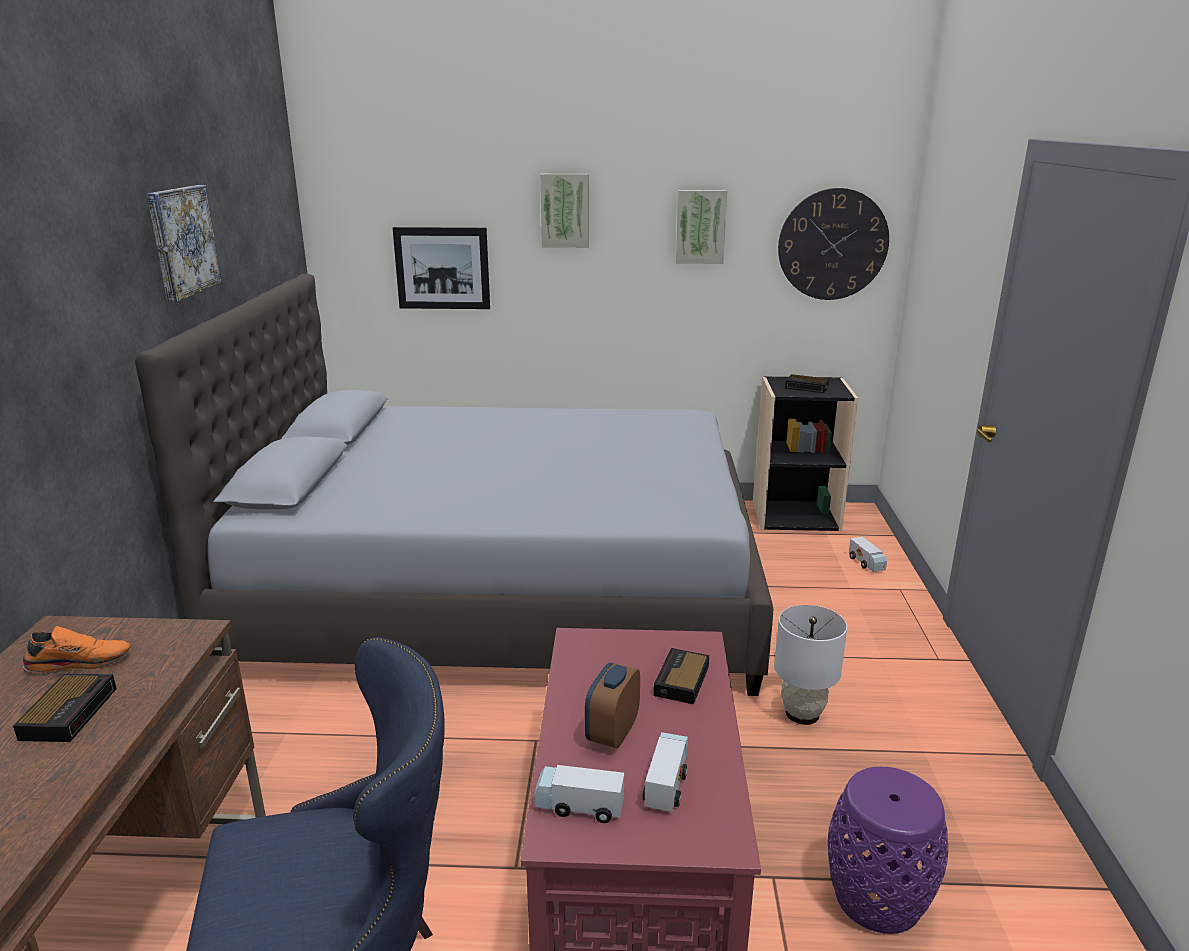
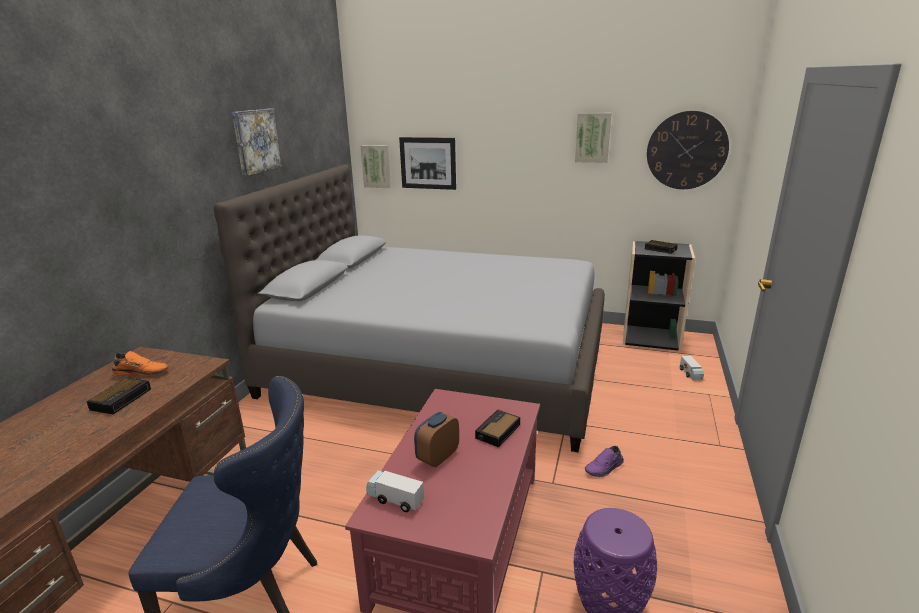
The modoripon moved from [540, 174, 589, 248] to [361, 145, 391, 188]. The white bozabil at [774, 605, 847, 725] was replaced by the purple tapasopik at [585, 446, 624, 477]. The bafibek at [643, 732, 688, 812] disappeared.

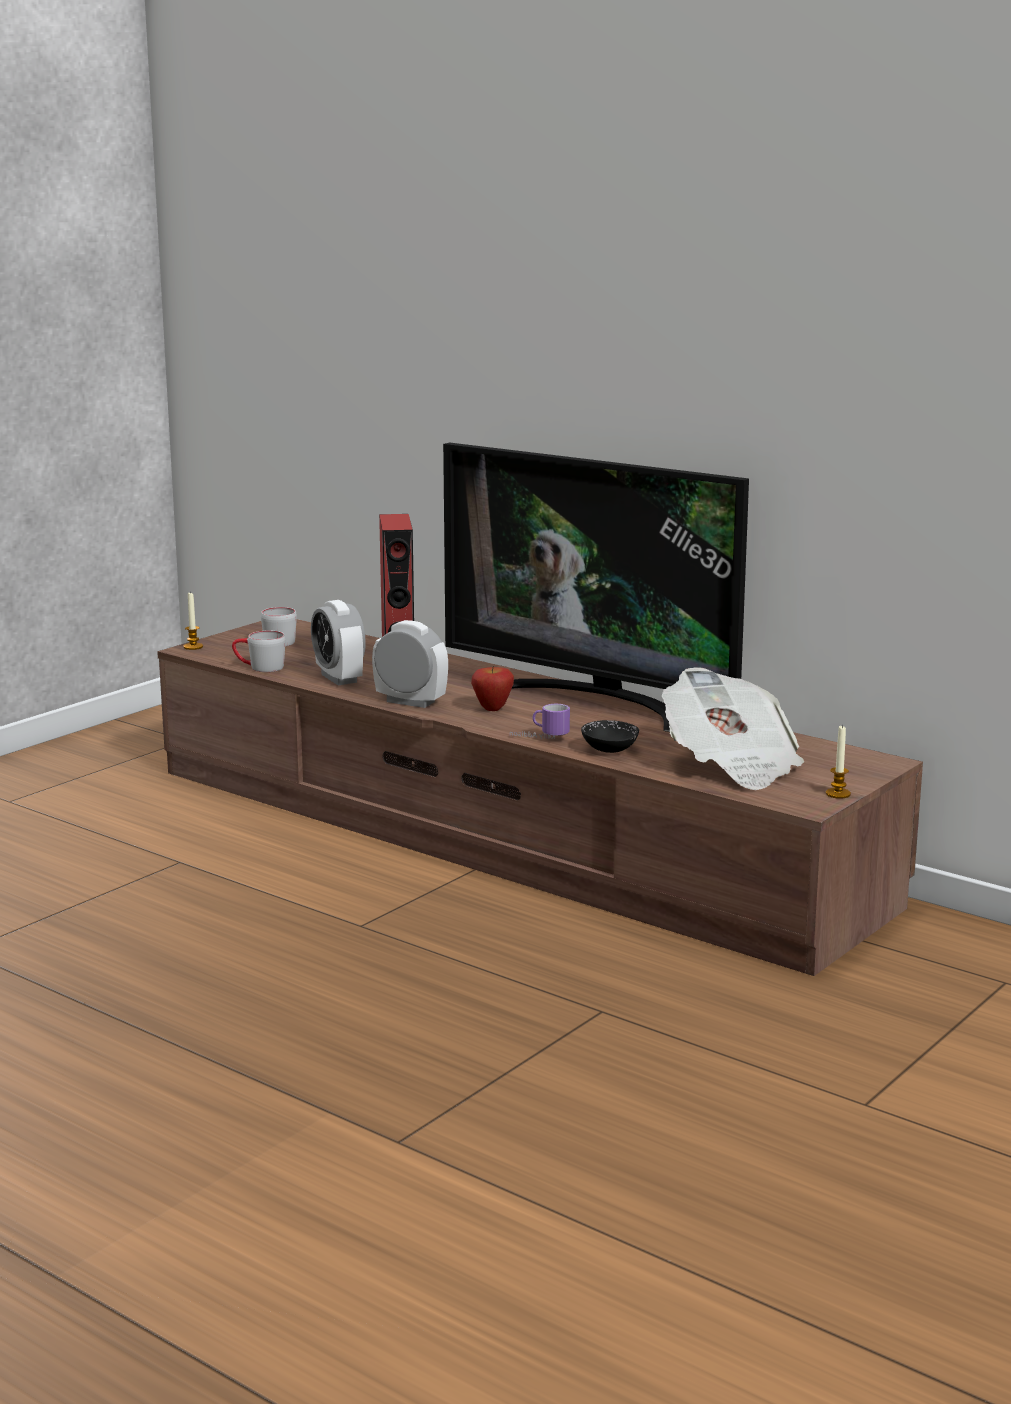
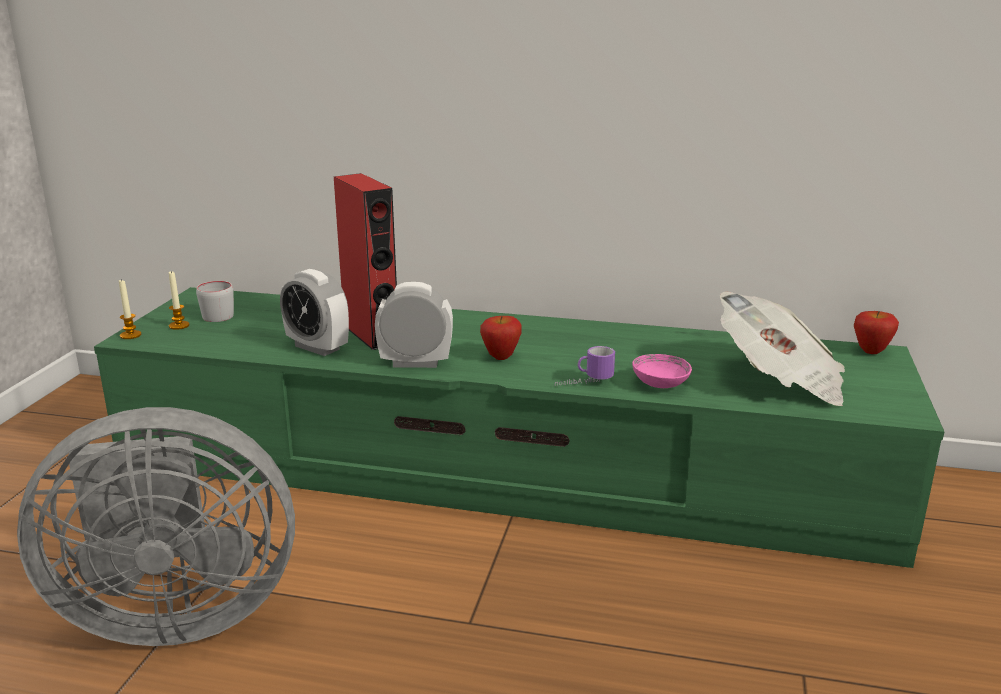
The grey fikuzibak at [17, 407, 295, 646] appeared. The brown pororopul at [157, 619, 923, 976] became the green pororopul at [94, 287, 944, 568]. The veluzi moved from [826, 725, 851, 799] to [169, 270, 189, 330]. The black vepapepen at [581, 720, 639, 753] became the pink vepapepen at [632, 354, 692, 388]. The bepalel at [854, 311, 899, 354] appeared. The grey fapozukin at [232, 630, 286, 672] disappeared. The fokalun at [443, 442, 749, 732] disappeared.

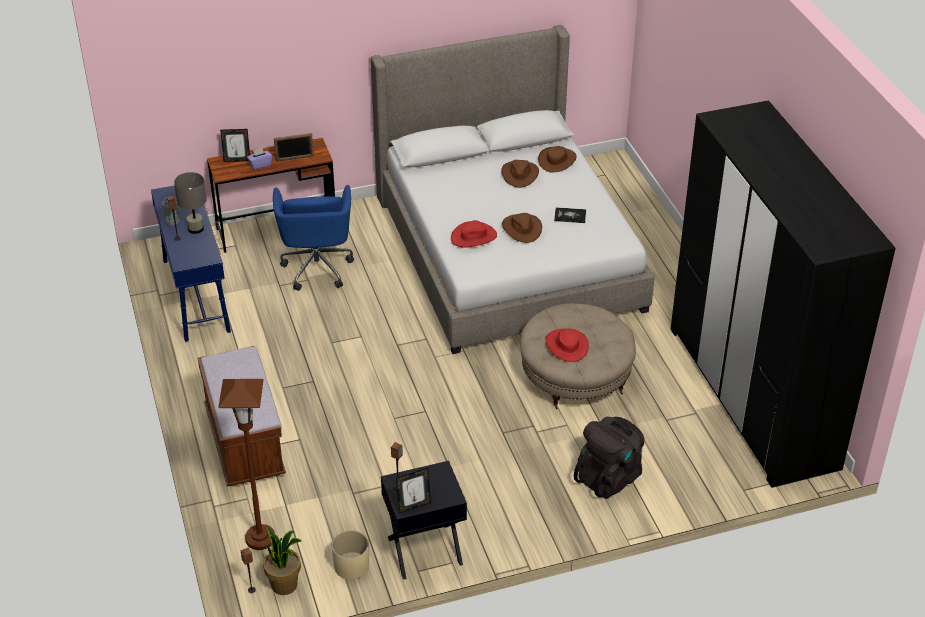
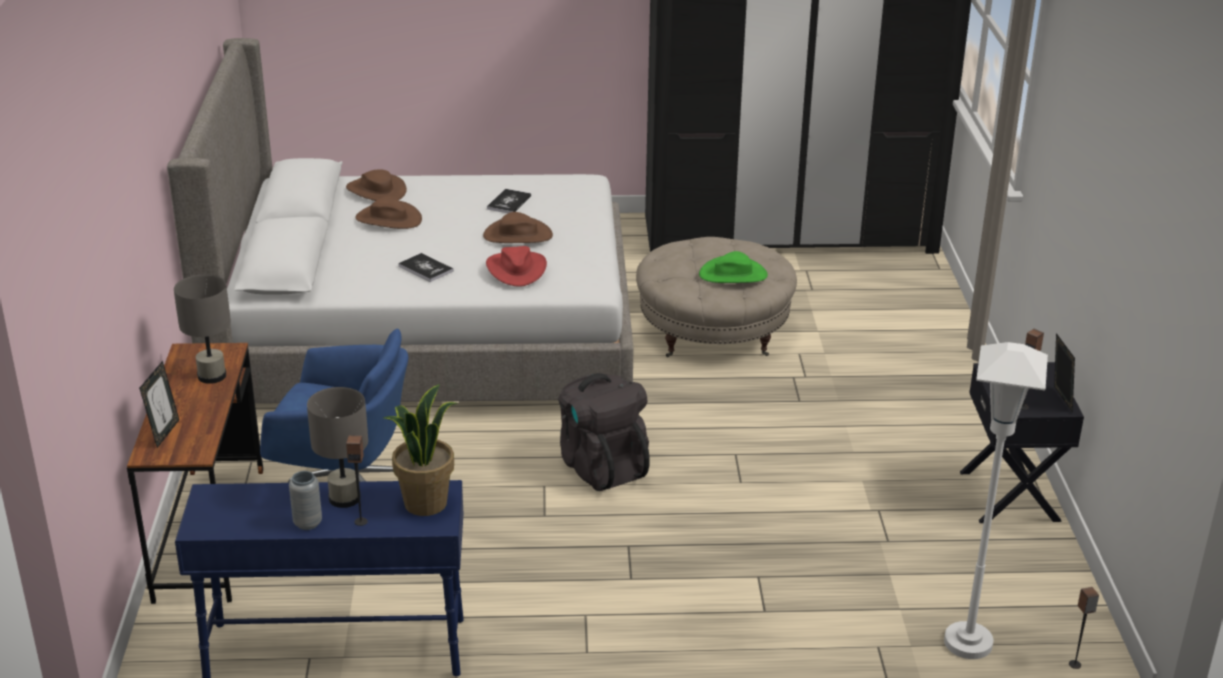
The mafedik at [274, 133, 314, 162] was replaced by the grey bozabil at [174, 274, 231, 384]. The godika moved from [263, 527, 302, 595] to [383, 384, 458, 516]. The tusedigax at [398, 253, 453, 282] appeared. The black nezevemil moved from [574, 417, 645, 499] to [559, 373, 650, 491]. The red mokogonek at [545, 328, 589, 362] became the green mokogonek at [699, 251, 768, 283]. The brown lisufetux at [218, 379, 275, 550] became the white lisufetux at [944, 342, 1048, 659]. The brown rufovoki at [198, 346, 286, 486] disappeared. The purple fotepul at [247, 148, 272, 170] disappeared. The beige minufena at [332, 530, 369, 580] disappeared.

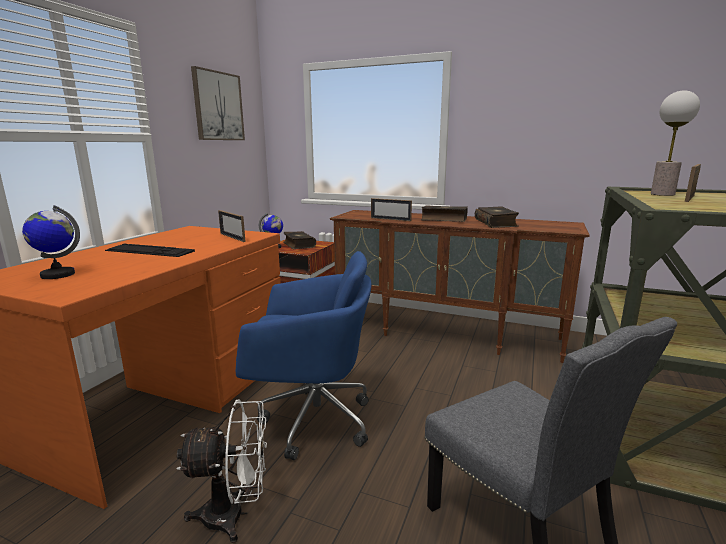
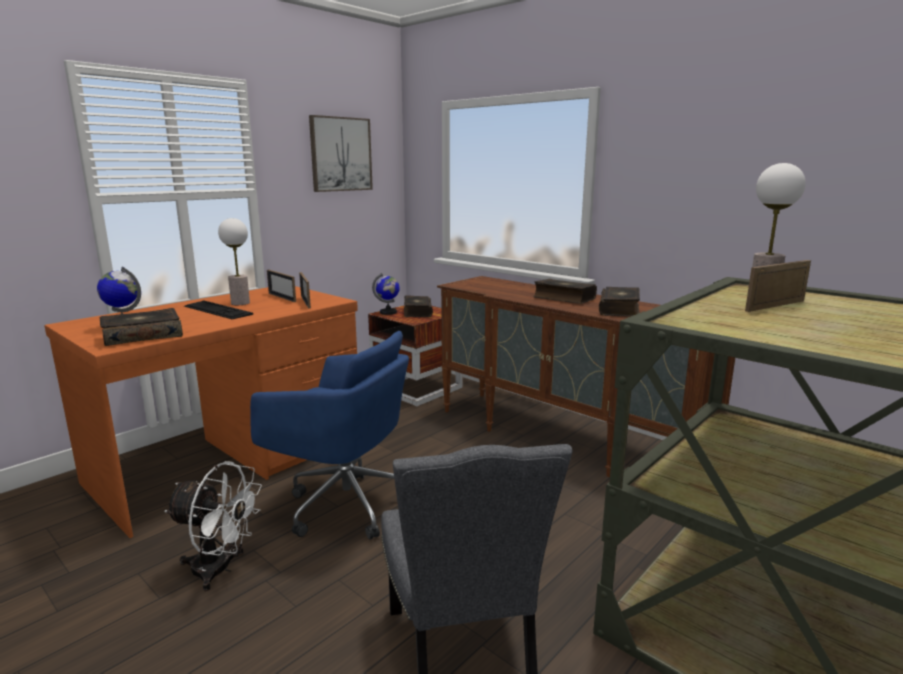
The tusedigax at [99, 308, 183, 346] appeared. The bozabil at [218, 218, 250, 305] appeared. The mafedik moved from [371, 198, 412, 221] to [267, 270, 296, 302].

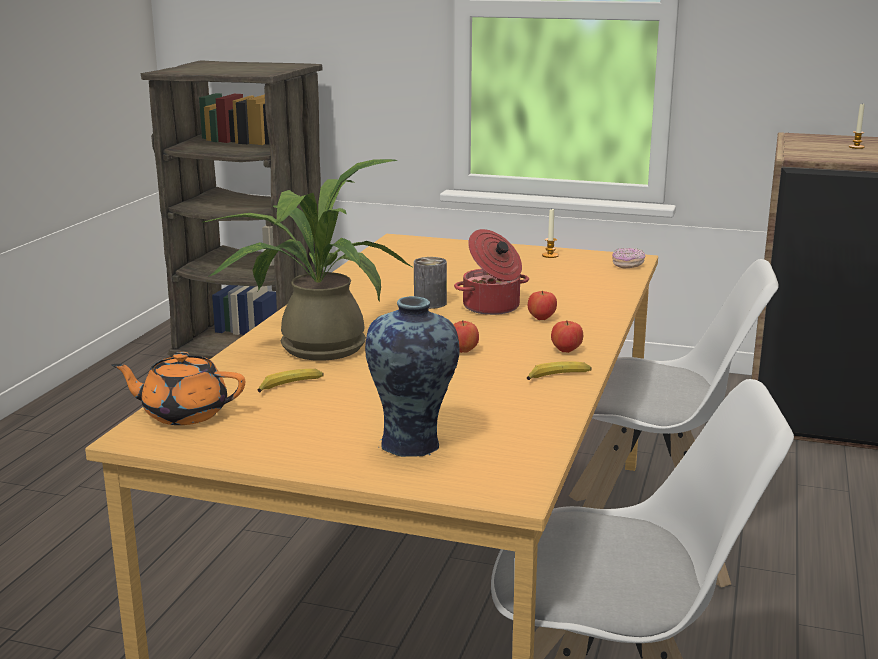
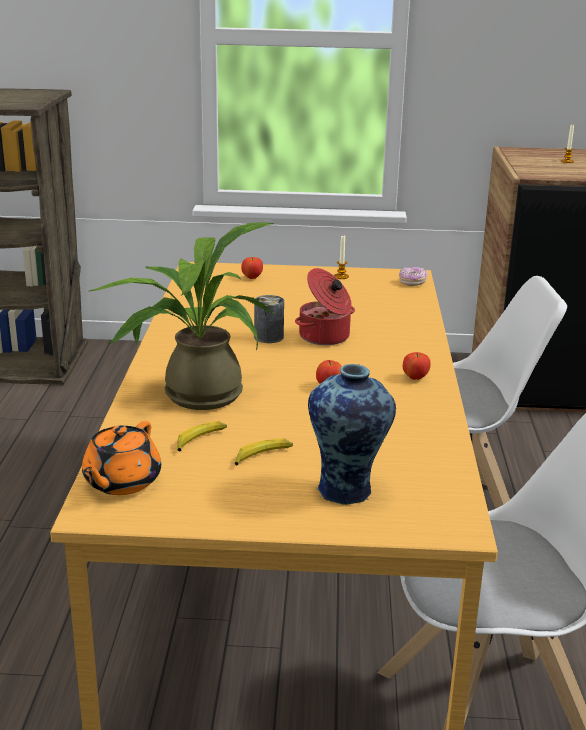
The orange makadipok at [112, 352, 245, 425] turned 60 degrees counterclockwise. The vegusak moved from [527, 362, 592, 380] to [235, 439, 293, 465]. The bepalel moved from [528, 291, 557, 320] to [241, 257, 263, 279].

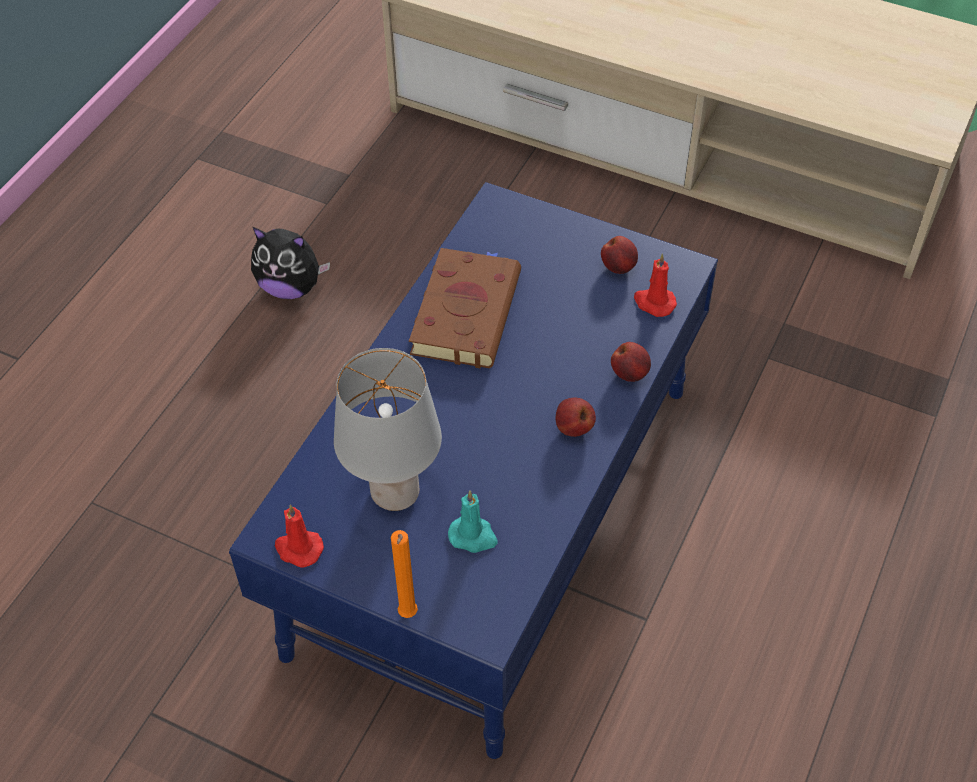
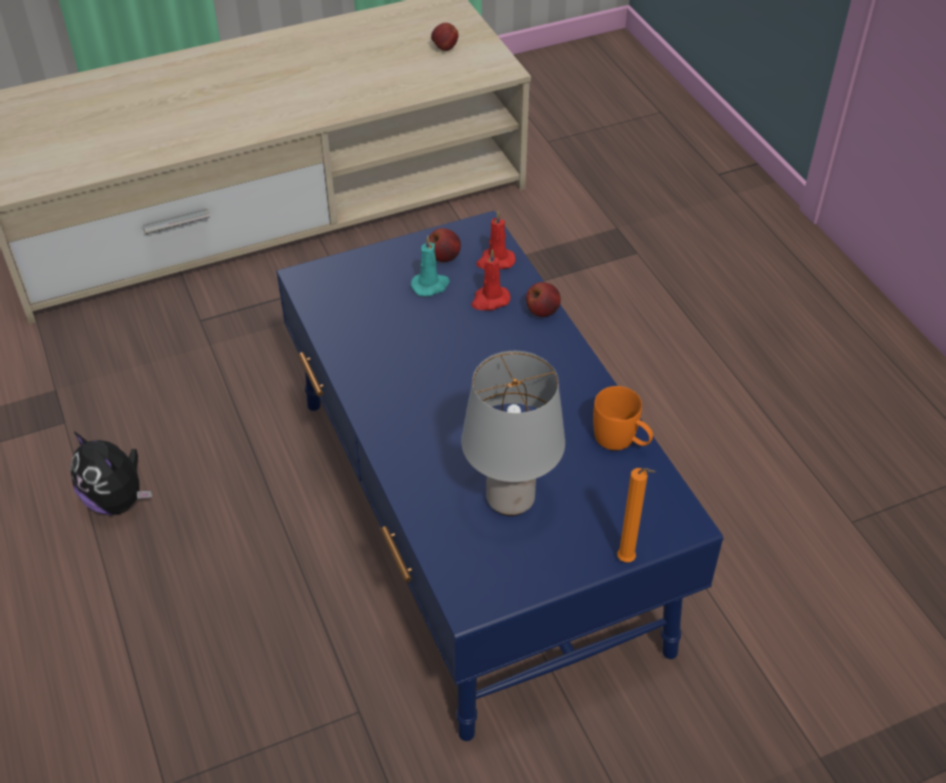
The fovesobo at [251, 227, 330, 299] turned 75 degrees clockwise. The turquoise veluzi moved from [448, 490, 497, 553] to [411, 236, 450, 297]. The bepalel moved from [556, 398, 596, 437] to [431, 23, 458, 51]. The red veluzi moved from [275, 504, 324, 568] to [471, 249, 510, 310]. The orange fapozukin at [593, 386, 653, 450] appeared. The brown tusedigax at [409, 248, 521, 368] disappeared.

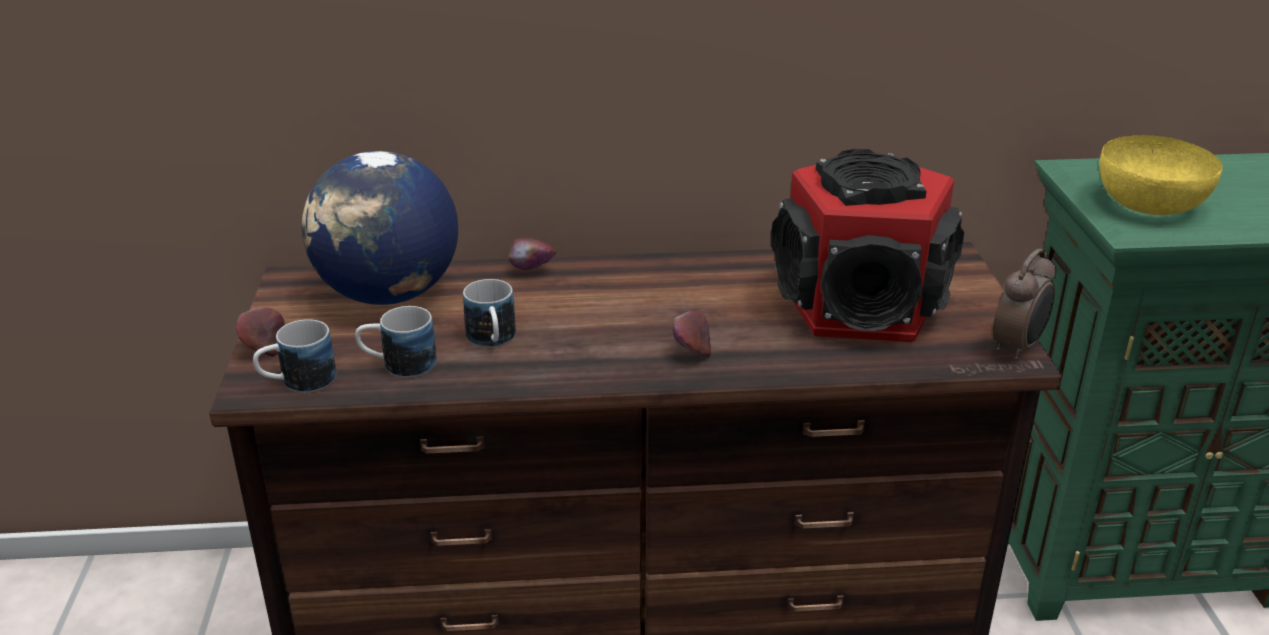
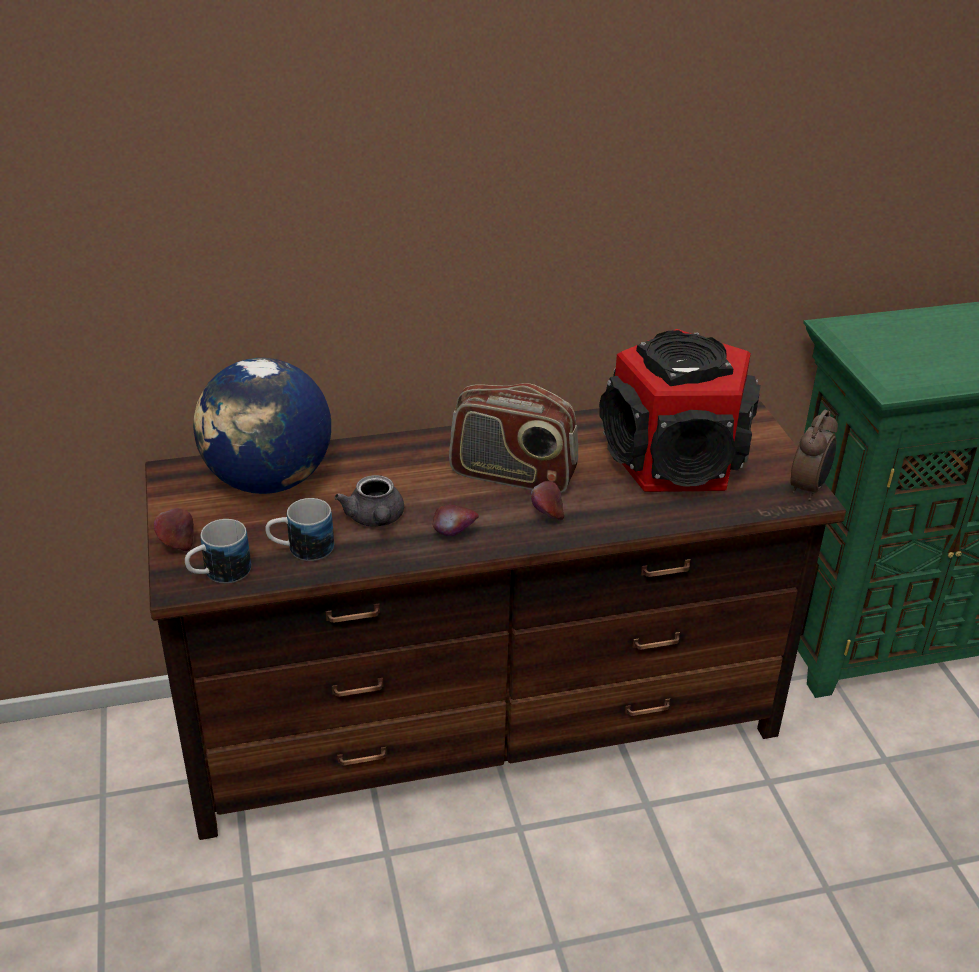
The fapozukin at [463, 279, 516, 348] was replaced by the grey makadipok at [334, 475, 404, 527]. The bepalel moved from [508, 238, 556, 270] to [433, 505, 479, 536]. The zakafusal at [449, 383, 578, 493] appeared. The yellow vepapepen at [1099, 135, 1223, 215] disappeared.

